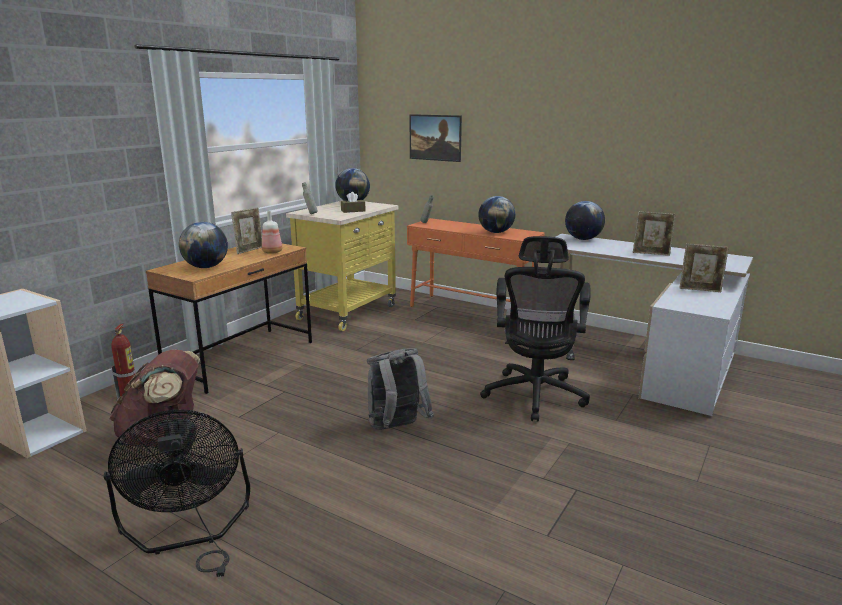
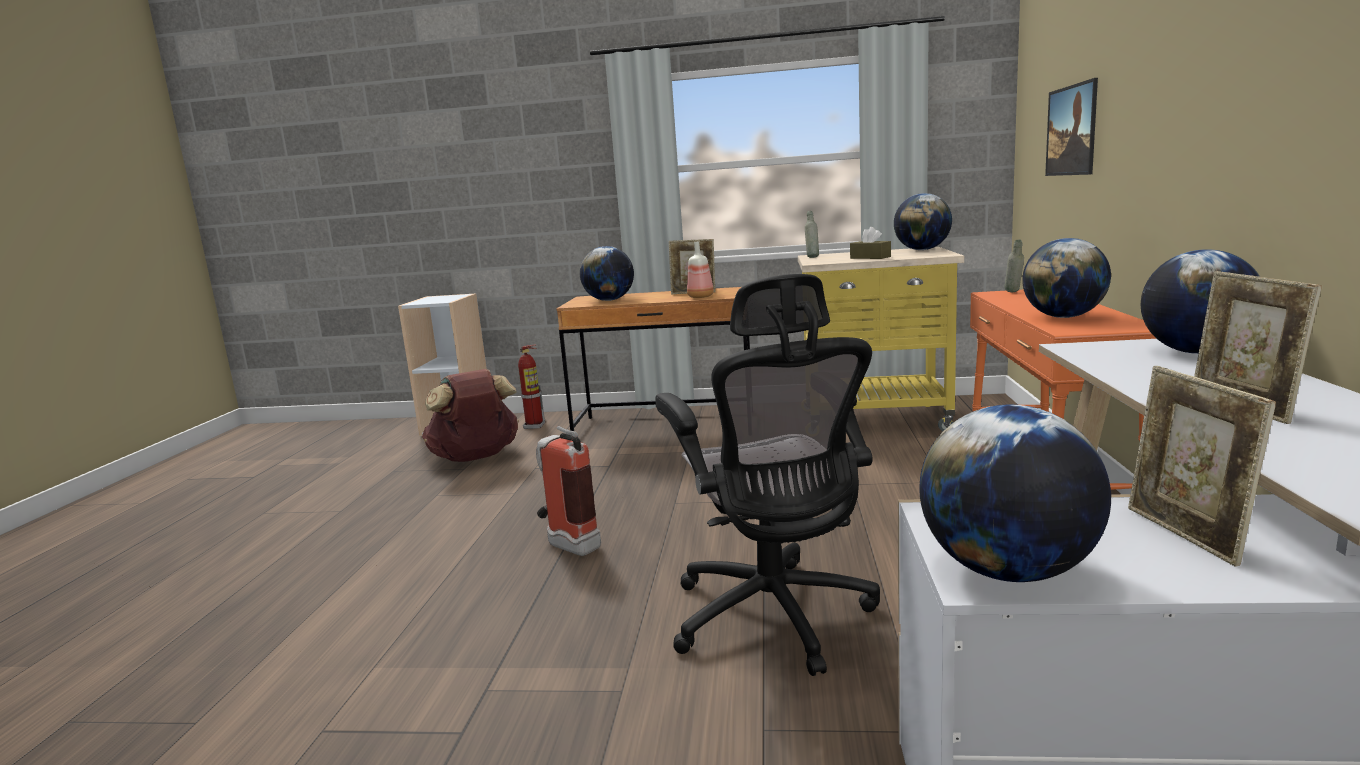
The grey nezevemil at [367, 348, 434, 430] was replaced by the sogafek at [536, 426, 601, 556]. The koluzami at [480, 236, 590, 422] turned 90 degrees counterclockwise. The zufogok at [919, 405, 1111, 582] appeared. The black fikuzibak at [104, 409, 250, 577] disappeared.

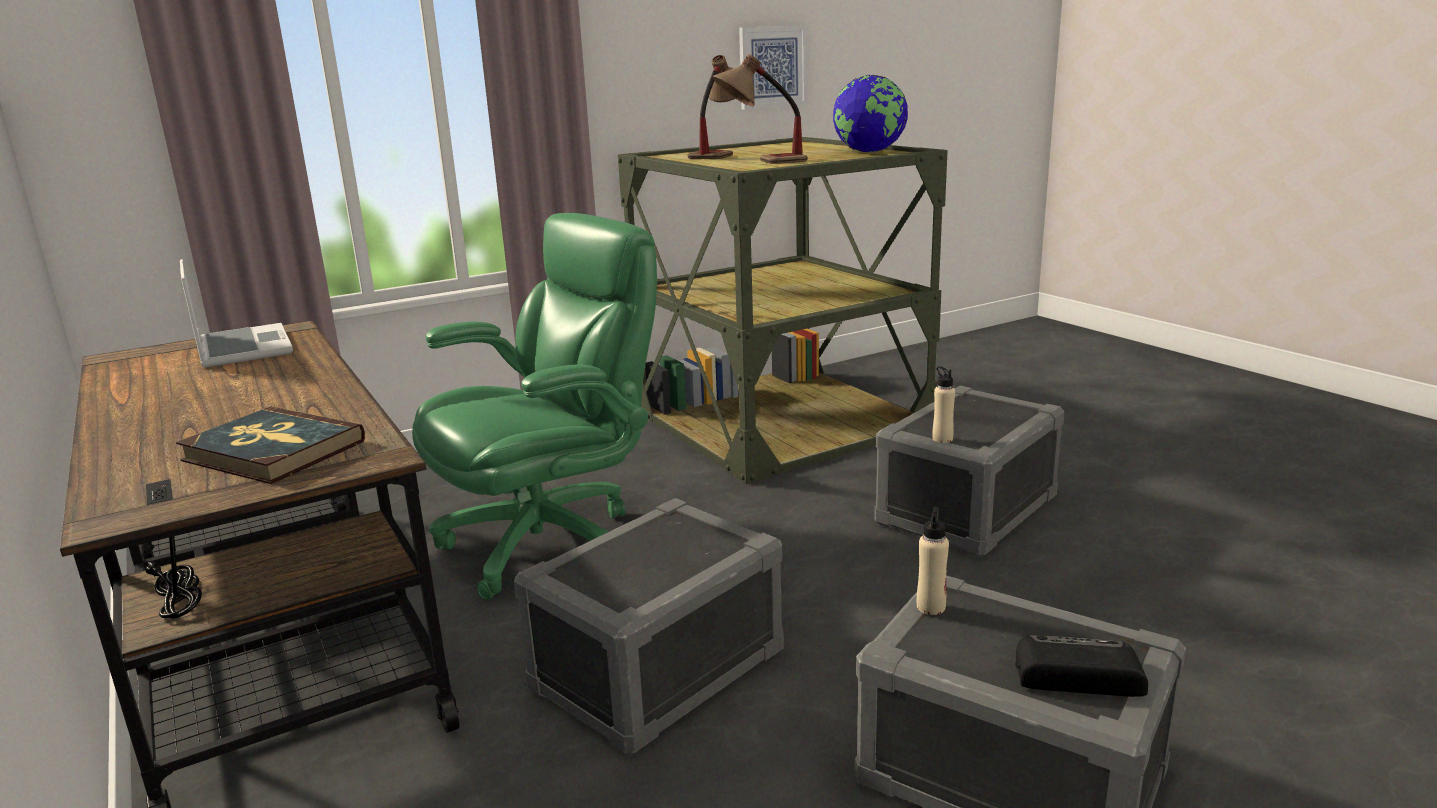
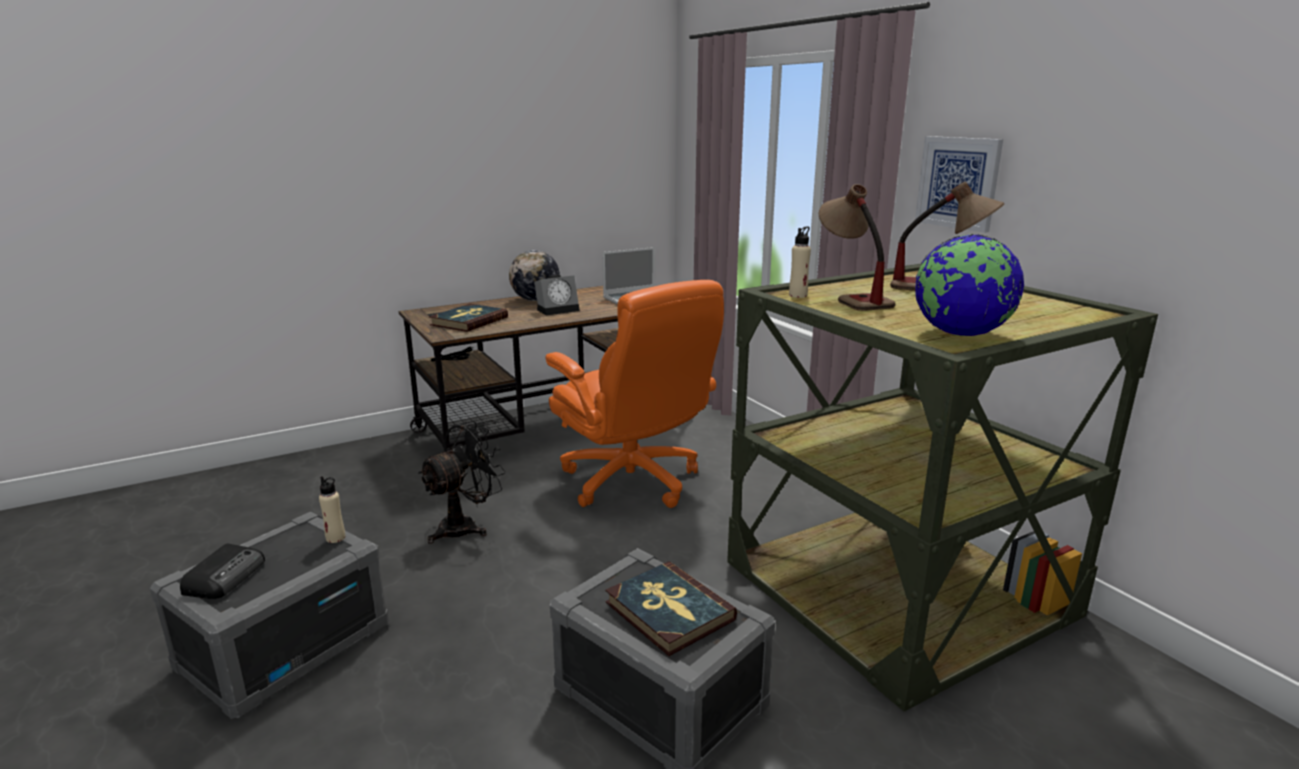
The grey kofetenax at [514, 498, 784, 755] was replaced by the black fikuzibak at [418, 421, 506, 544]. The zufogok at [509, 250, 560, 301] appeared. The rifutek at [534, 275, 580, 316] appeared. The green koluzami at [412, 213, 657, 600] became the orange koluzami at [545, 280, 724, 508]. The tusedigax at [605, 561, 737, 656] appeared. The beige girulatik moved from [932, 366, 955, 443] to [789, 226, 811, 298]. The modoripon moved from [739, 26, 807, 110] to [915, 136, 1003, 233].

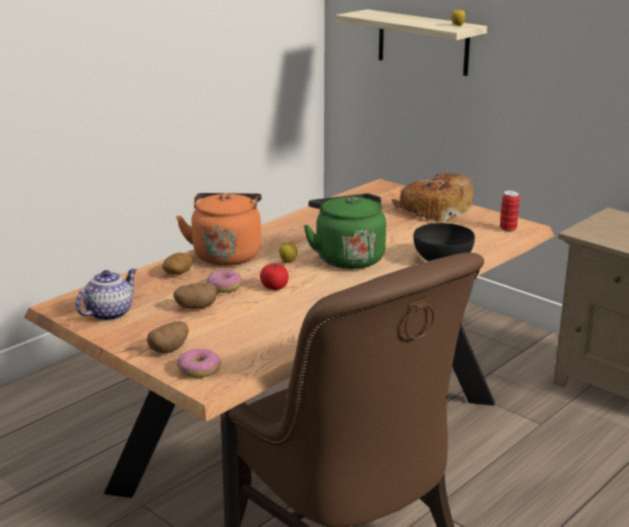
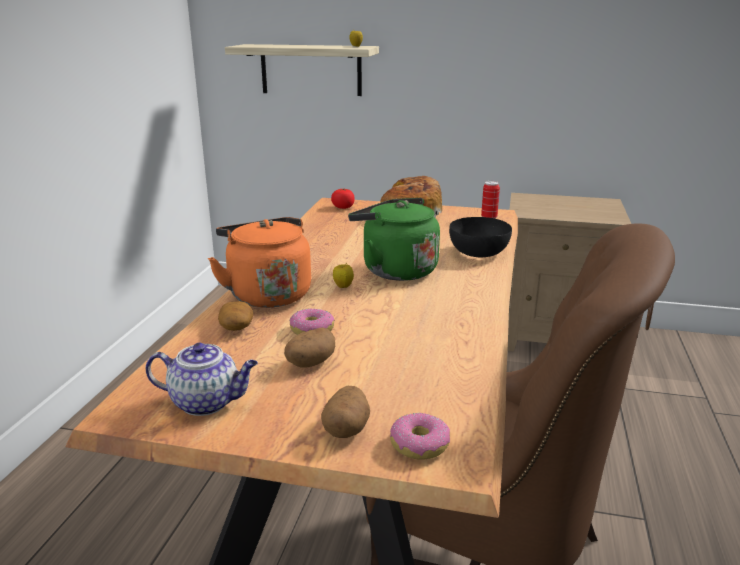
The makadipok at [76, 269, 137, 321] turned 90 degrees clockwise. The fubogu moved from [260, 263, 289, 290] to [331, 188, 355, 209].

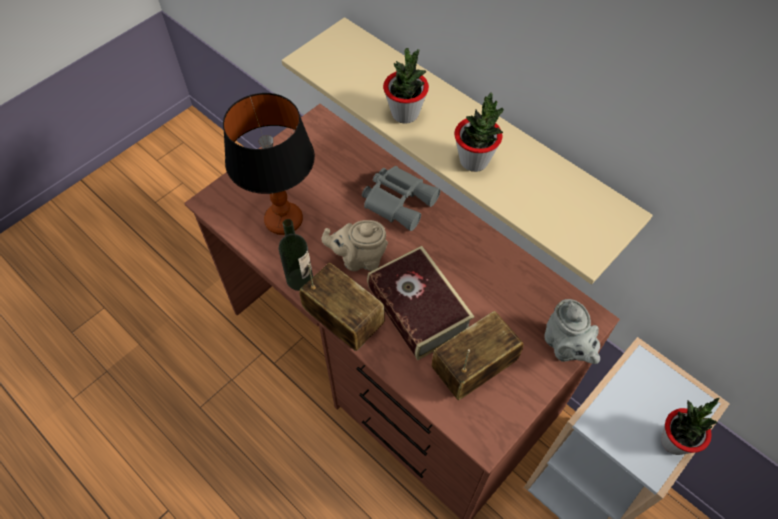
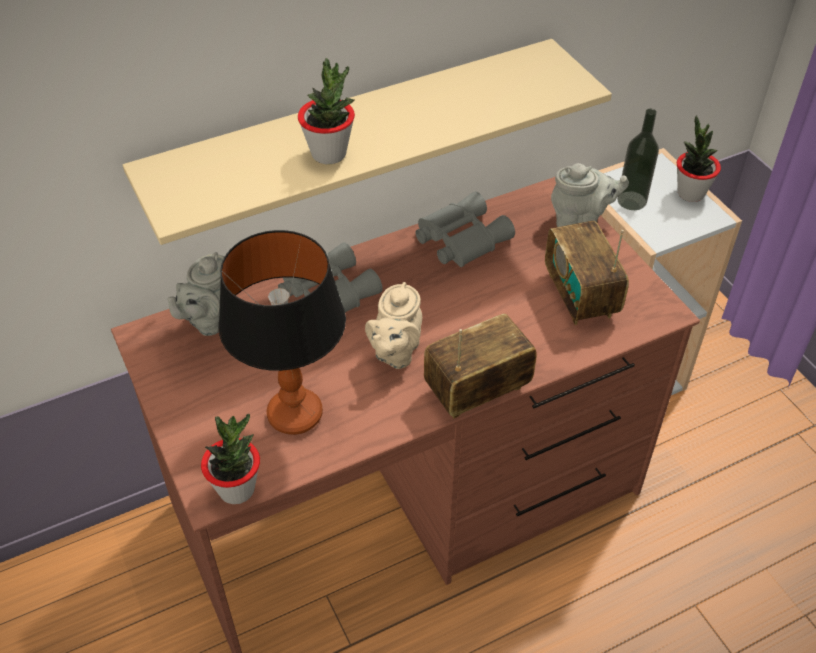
The grey makadipok at [167, 252, 224, 336] appeared. The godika moved from [454, 92, 504, 172] to [201, 414, 260, 504]. The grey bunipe at [416, 191, 515, 267] appeared. The girulatik moved from [279, 219, 313, 291] to [617, 109, 659, 210]. The tusedigax at [367, 246, 474, 360] disappeared.

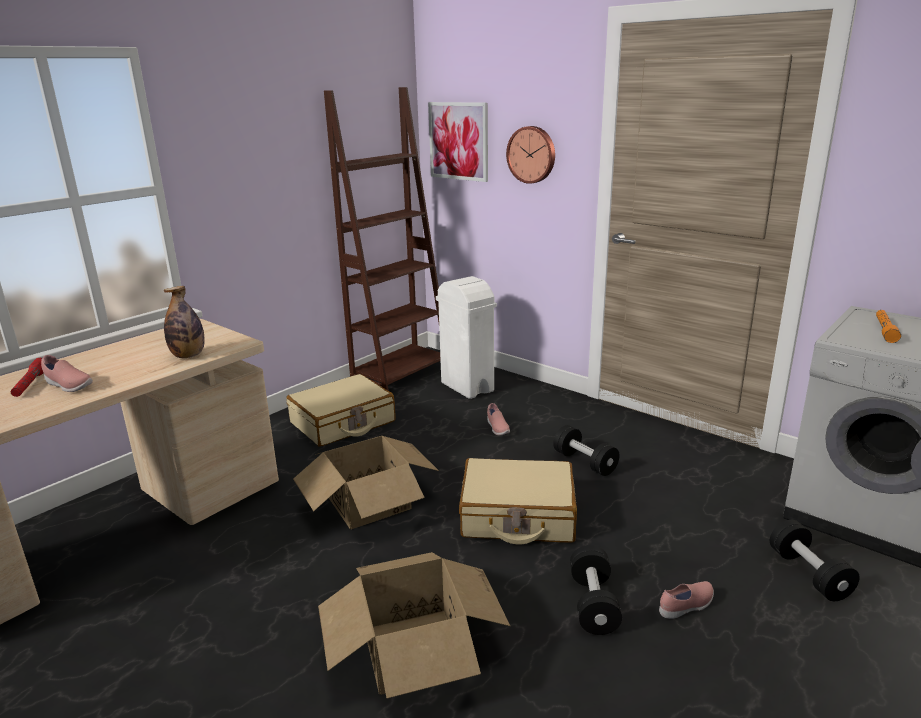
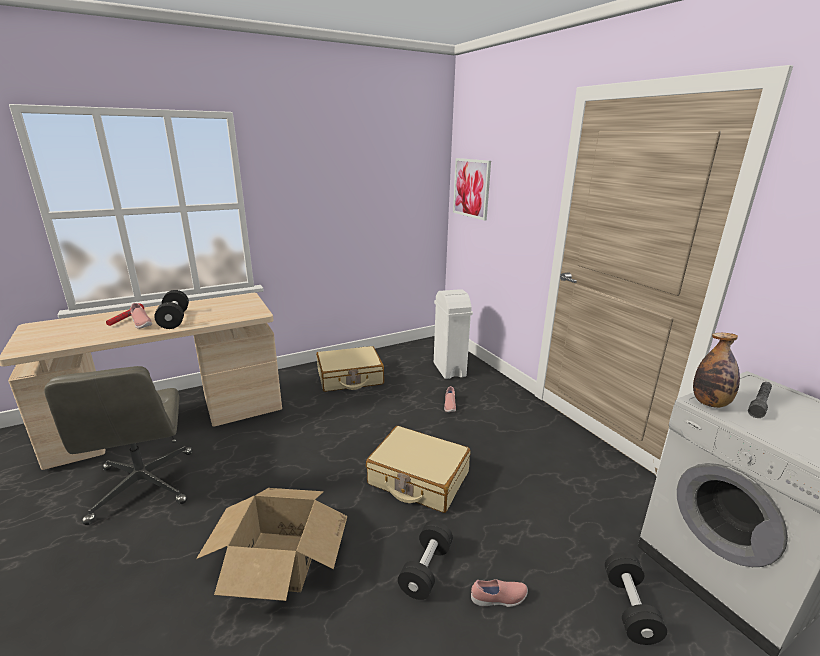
The grey koluzami at [44, 366, 192, 525] appeared. The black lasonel moved from [553, 425, 619, 476] to [154, 290, 189, 329]. The girulatik moved from [164, 286, 205, 358] to [693, 333, 740, 408]. The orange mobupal at [876, 310, 901, 343] became the grey mobupal at [748, 382, 772, 418]. The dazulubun at [293, 436, 439, 529] disappeared. The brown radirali at [324, 87, 441, 391] disappeared. The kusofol at [506, 126, 555, 184] disappeared.

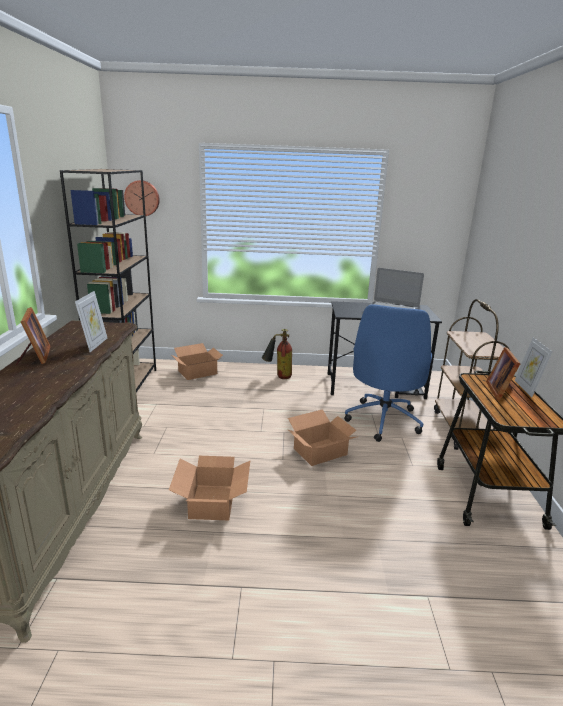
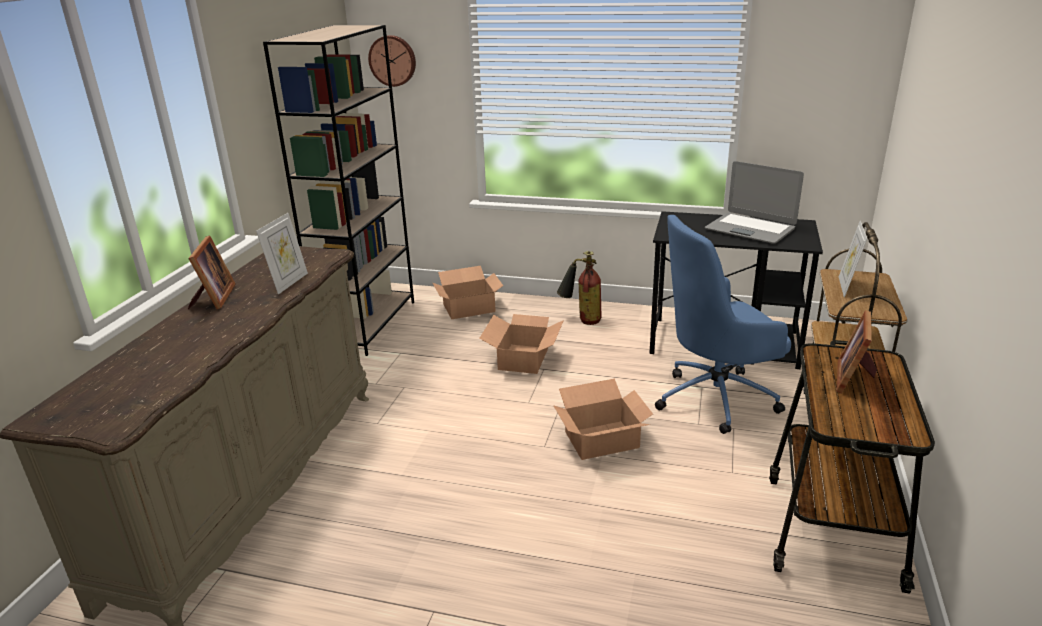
The dazulubun moved from [169, 456, 250, 520] to [479, 314, 564, 374]. The blue koluzami at [344, 305, 432, 442] turned 45 degrees clockwise. The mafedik moved from [515, 338, 552, 397] to [839, 221, 867, 298].

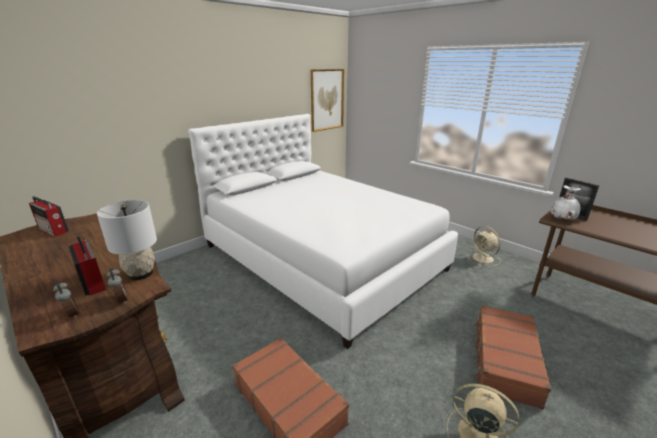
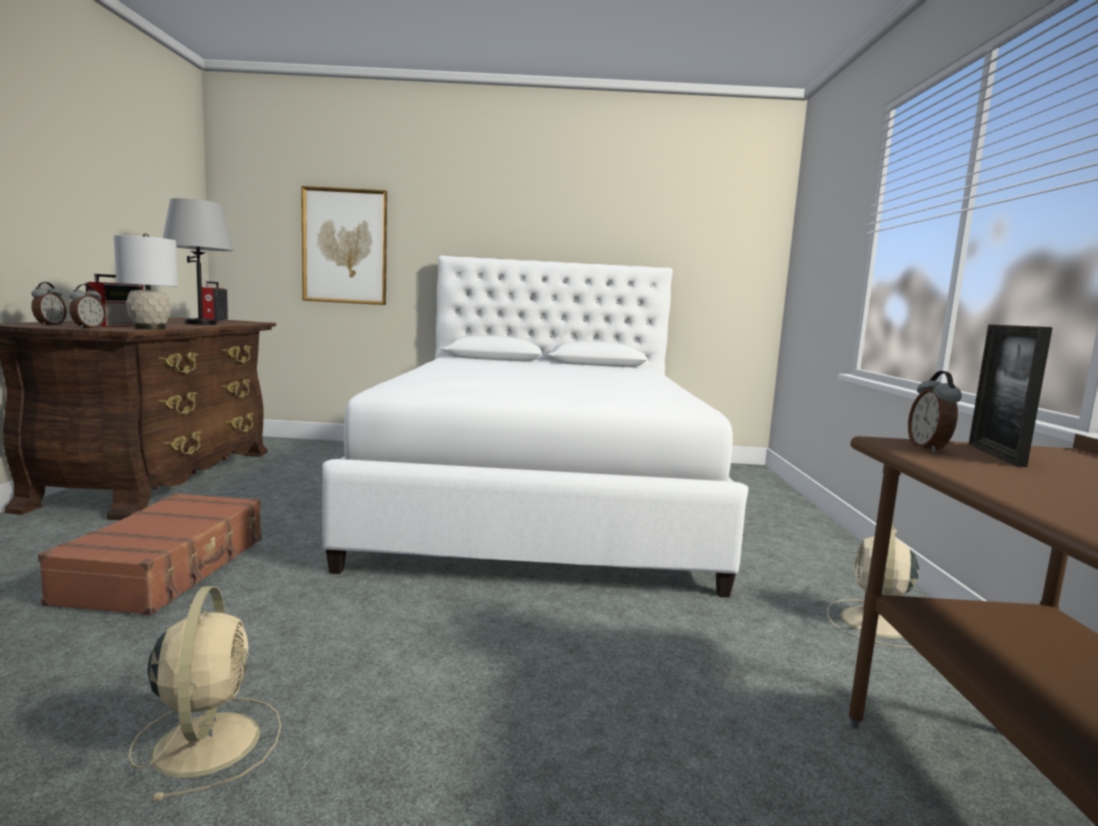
The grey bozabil at [163, 198, 233, 325] appeared. The modoripon moved from [311, 69, 344, 132] to [301, 186, 387, 305]. The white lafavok at [551, 185, 581, 220] was replaced by the rifutek at [908, 371, 962, 453]. The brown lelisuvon at [474, 305, 551, 409] disappeared.

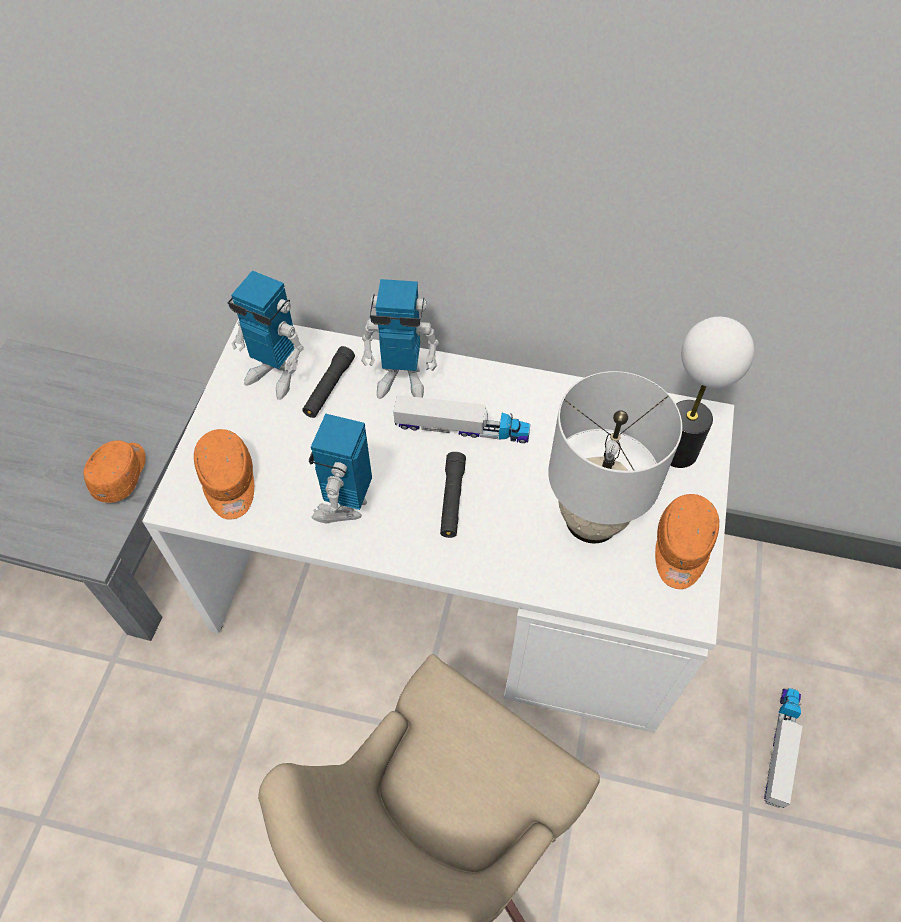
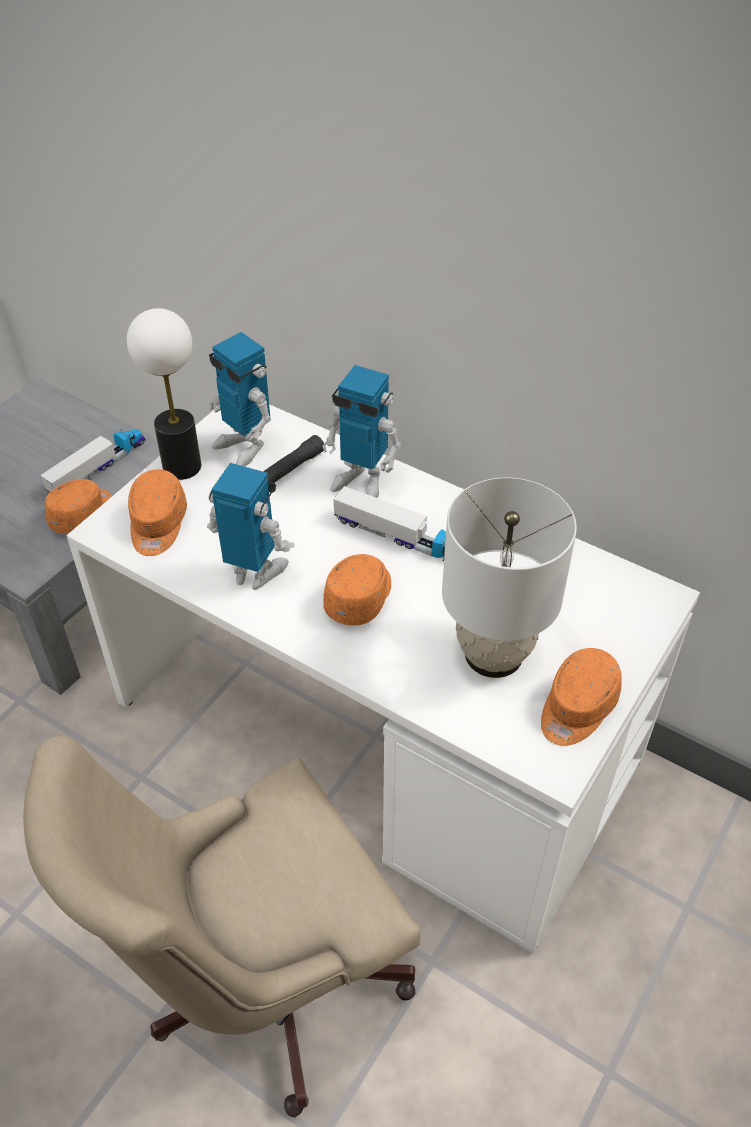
The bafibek moved from [764, 688, 803, 808] to [40, 429, 146, 494]. The bozabil moved from [670, 317, 754, 468] to [127, 308, 201, 480]. The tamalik at [309, 414, 372, 523] turned 75 degrees clockwise. The black mobupal at [440, 452, 466, 538] was replaced by the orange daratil at [323, 554, 391, 626].

